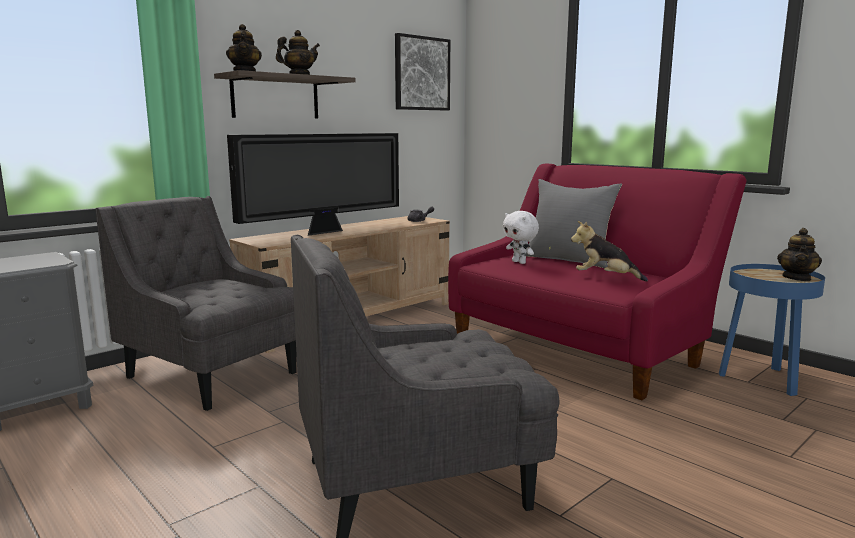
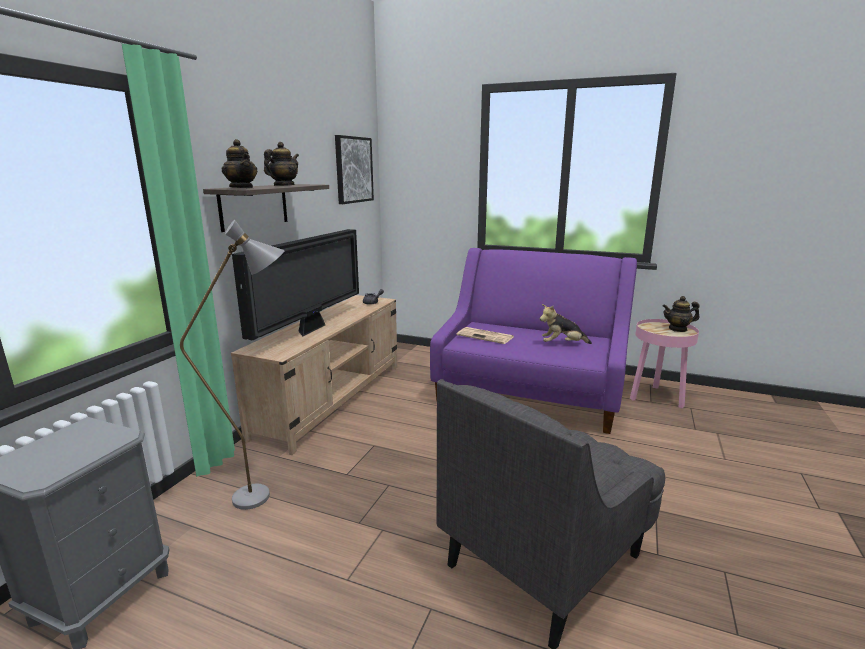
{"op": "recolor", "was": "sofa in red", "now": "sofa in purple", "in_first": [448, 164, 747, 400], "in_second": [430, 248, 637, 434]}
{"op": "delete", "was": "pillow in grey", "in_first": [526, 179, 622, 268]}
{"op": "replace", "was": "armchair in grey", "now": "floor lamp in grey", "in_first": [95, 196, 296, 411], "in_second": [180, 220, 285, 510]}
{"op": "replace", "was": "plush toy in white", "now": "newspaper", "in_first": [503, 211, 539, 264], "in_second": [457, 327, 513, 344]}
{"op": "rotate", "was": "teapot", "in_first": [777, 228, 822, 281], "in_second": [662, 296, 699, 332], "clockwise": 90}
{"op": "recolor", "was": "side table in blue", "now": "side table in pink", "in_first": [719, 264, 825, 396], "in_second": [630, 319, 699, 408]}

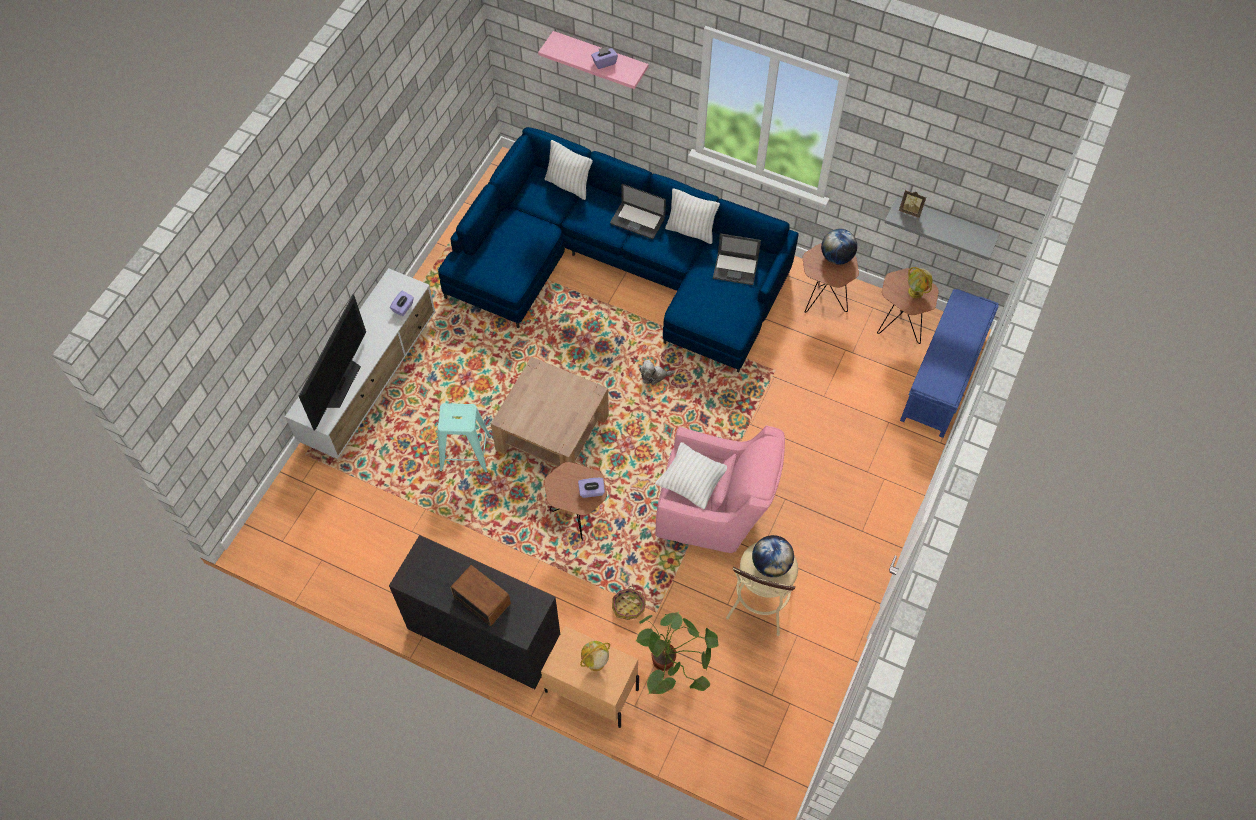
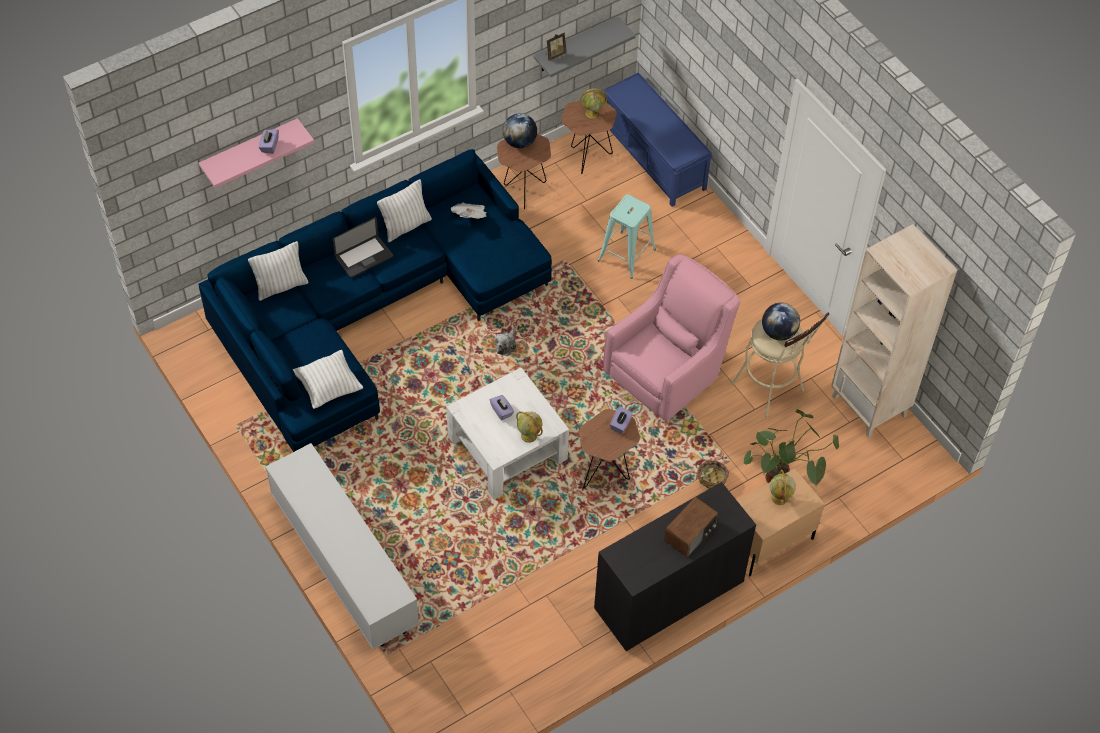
{"op": "replace", "was": "laptop", "now": "newspaper", "in_first": [713, 233, 761, 285], "in_second": [451, 202, 487, 219]}
{"op": "move", "was": "tissue box in purple", "in_first": [390, 290, 414, 316], "in_second": [490, 395, 514, 421]}
{"op": "delete", "was": "television", "in_first": [299, 294, 366, 431]}
{"op": "recolor", "was": "coffee table in brown", "now": "coffee table in white", "in_first": [491, 357, 609, 467], "in_second": [446, 368, 569, 499]}
{"op": "move", "was": "stool in turquoise", "in_first": [437, 403, 491, 473], "in_second": [598, 194, 656, 279]}
{"op": "move", "was": "pillow in white", "in_first": [655, 442, 727, 509], "in_second": [293, 350, 363, 409]}
{"op": "rotate", "was": "radio", "in_first": [450, 565, 511, 626], "in_second": [664, 497, 718, 557], "clockwise": 150}
{"op": "insert", "now": "bookcase in beige", "in_second": [831, 224, 957, 438]}
{"op": "insert", "now": "globe", "in_second": [516, 411, 543, 443]}

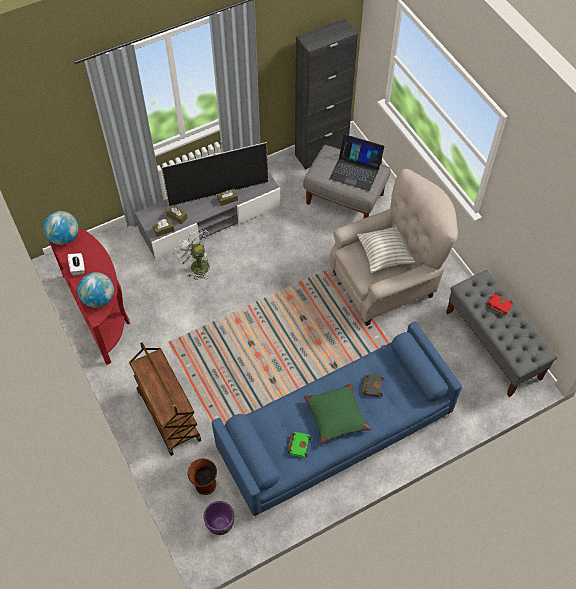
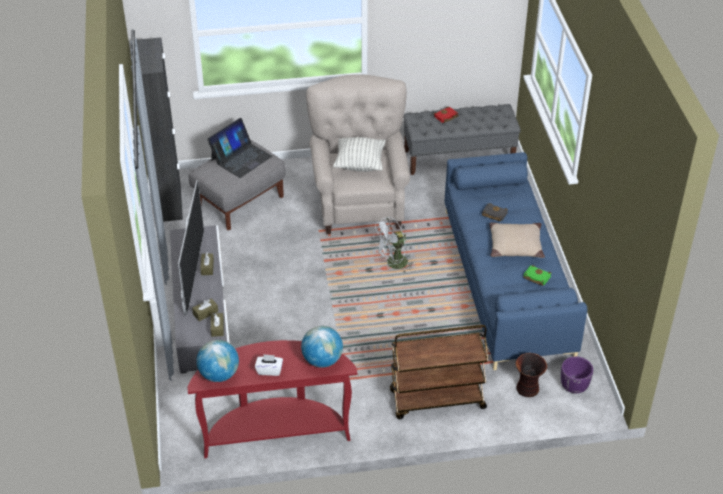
{"op": "move", "was": "fan in white", "in_first": [174, 227, 210, 279], "in_second": [373, 217, 415, 273]}
{"op": "recolor", "was": "pillow in green", "now": "pillow in beige", "in_first": [304, 384, 371, 444], "in_second": [490, 222, 545, 258]}

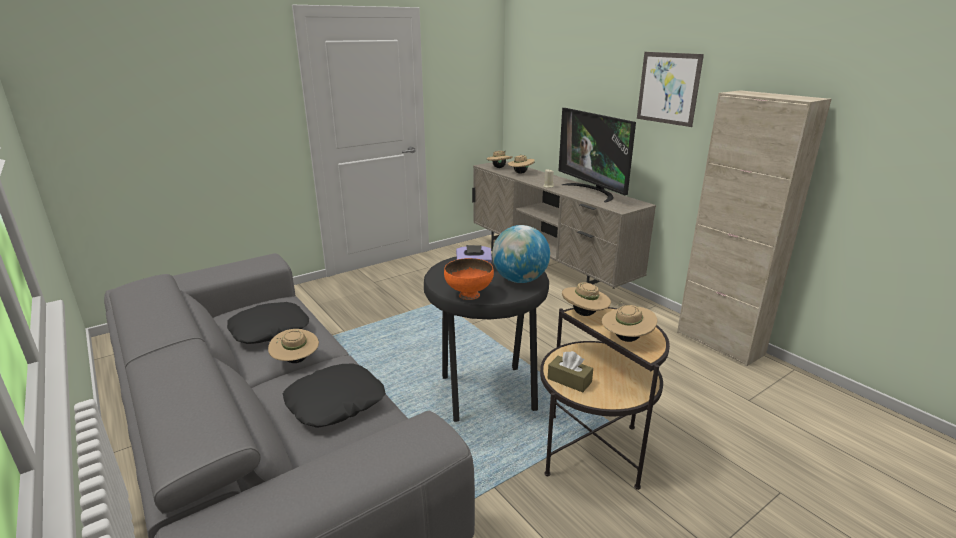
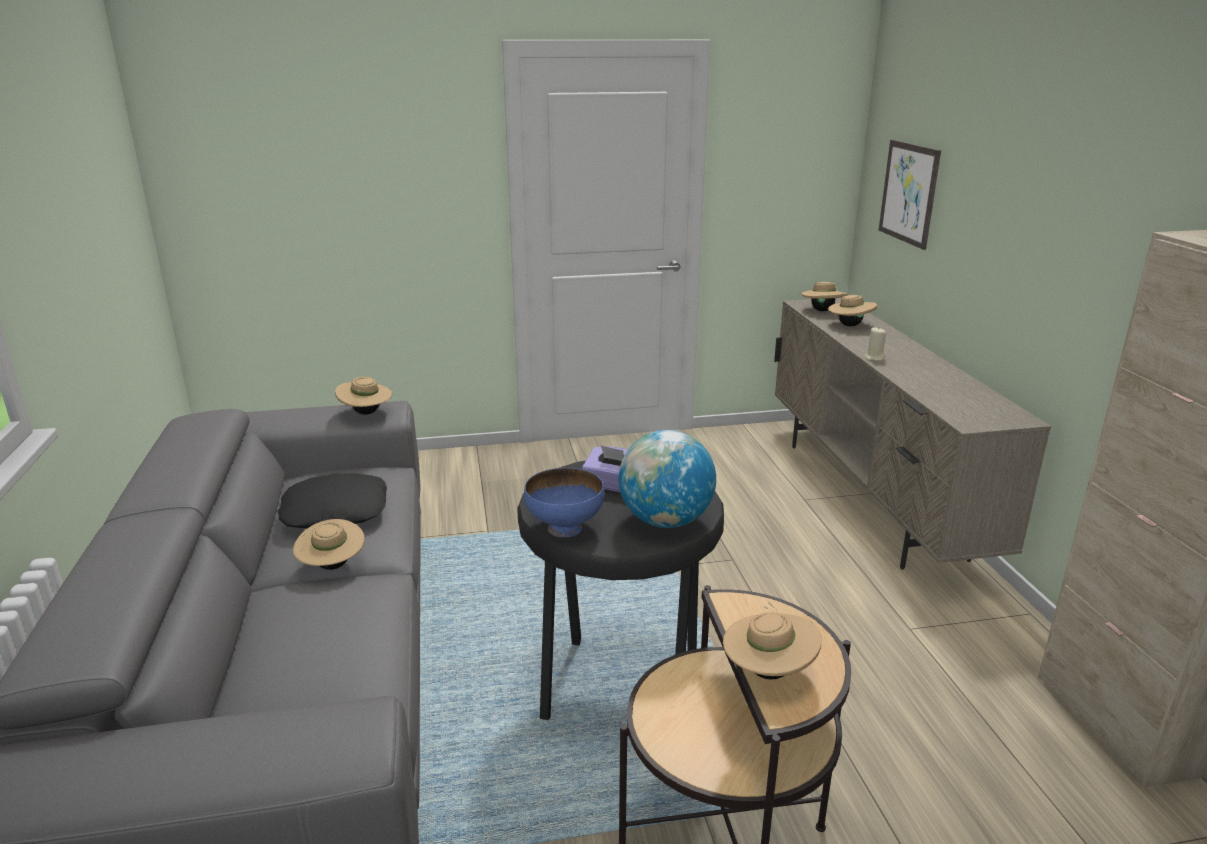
{"op": "move", "was": "picture", "in_first": [637, 52, 704, 127], "in_second": [879, 140, 941, 250]}
{"op": "delete", "was": "television", "in_first": [558, 108, 636, 202]}
{"op": "recolor", "was": "bowl in orange", "now": "bowl in blue", "in_first": [444, 258, 494, 300], "in_second": [524, 468, 605, 537]}
{"op": "move", "was": "hat in beige", "in_first": [562, 282, 611, 316], "in_second": [335, 377, 392, 415]}
{"op": "delete", "was": "tissue box in brown", "in_first": [548, 351, 593, 392]}
{"op": "delete", "was": "pillow in black", "in_first": [283, 364, 386, 428]}

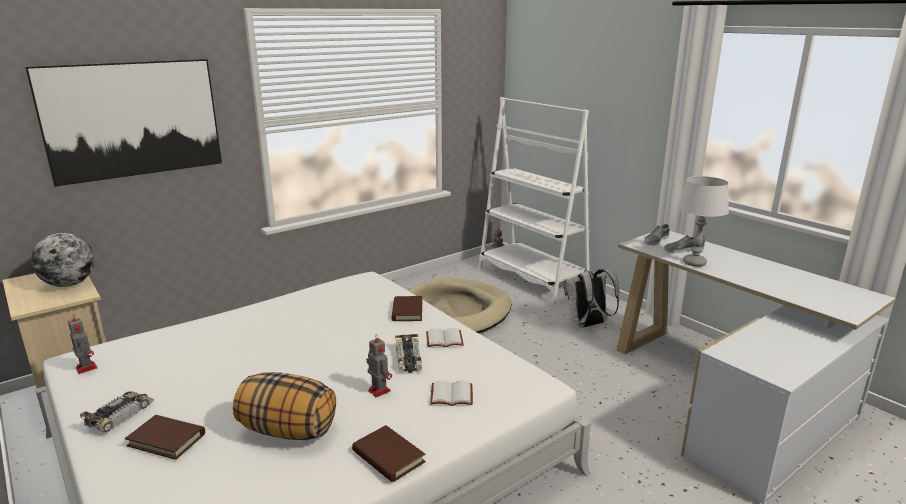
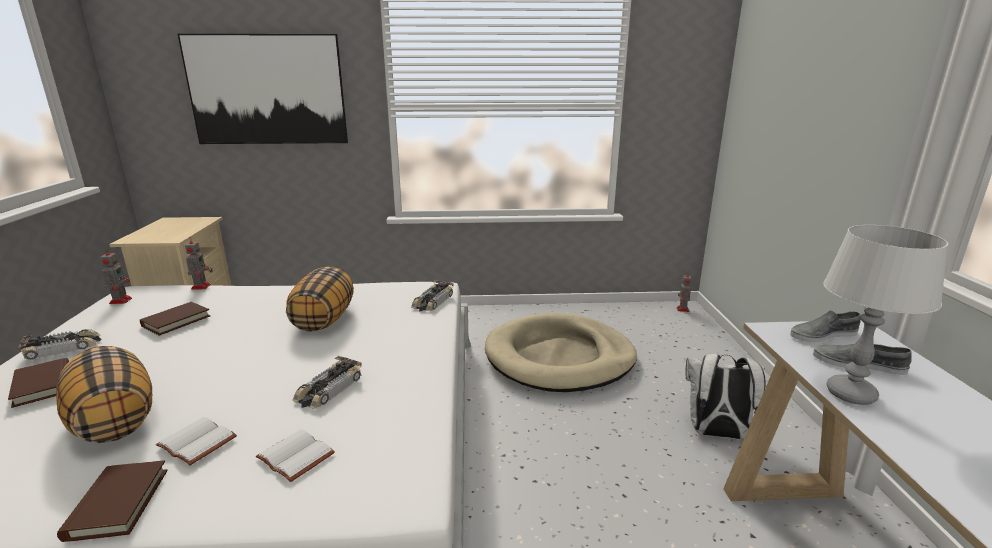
{"op": "delete", "was": "bookcase in white", "in_first": [479, 97, 590, 305]}
{"op": "delete", "was": "globe", "in_first": [31, 233, 95, 287]}
{"op": "move", "was": "book in brown", "in_first": [392, 296, 422, 321], "in_second": [140, 302, 211, 336]}
{"op": "move", "was": "book in white", "in_first": [426, 328, 464, 347], "in_second": [156, 417, 237, 465]}
{"op": "move", "was": "toy robot", "in_first": [366, 334, 392, 397], "in_second": [185, 237, 211, 290]}
{"op": "insert", "now": "pillow", "in_second": [286, 267, 354, 332]}
{"op": "insert", "now": "toy car", "in_second": [411, 280, 454, 311]}

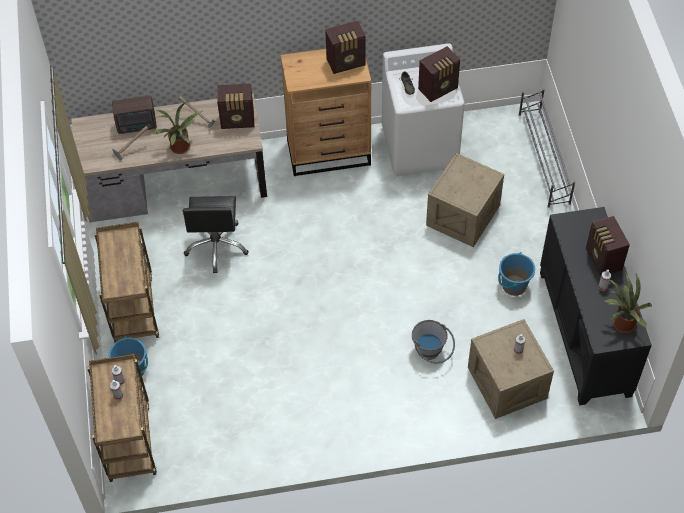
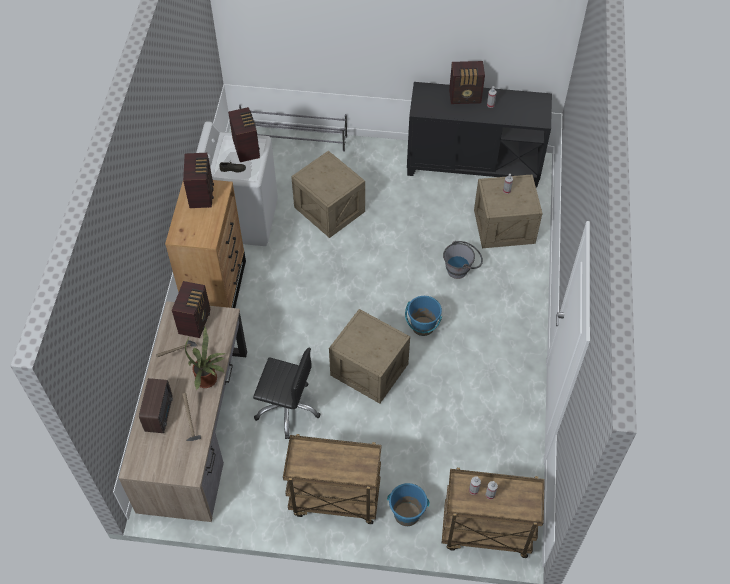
{"op": "move", "was": "bucket in blue", "in_first": [498, 252, 535, 296], "in_second": [405, 296, 442, 336]}
{"op": "delete", "was": "potted plant", "in_first": [605, 272, 652, 333]}
{"op": "insert", "now": "crate", "in_second": [329, 309, 410, 404]}

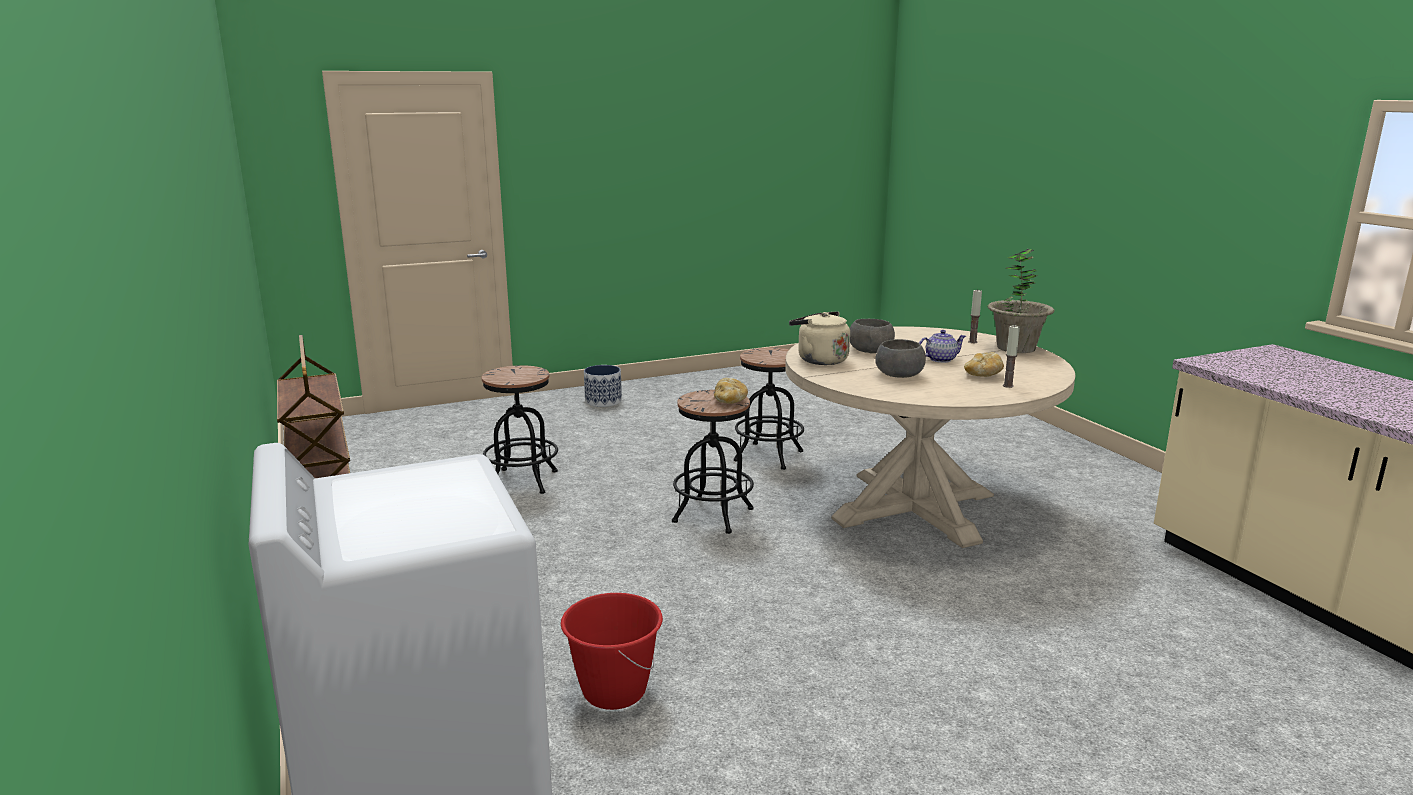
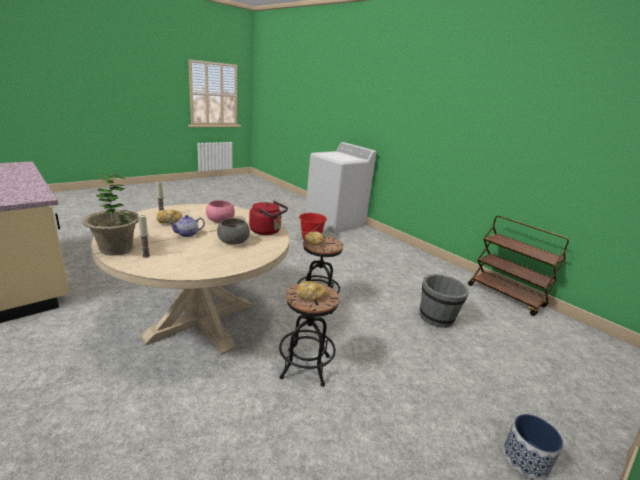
{"op": "recolor", "was": "kettle in beige", "now": "kettle in red", "in_first": [789, 311, 850, 365], "in_second": [249, 201, 288, 235]}
{"op": "recolor", "was": "bowl in grey", "now": "bowl in pink", "in_first": [875, 339, 926, 378], "in_second": [206, 200, 235, 223]}
{"op": "replace", "was": "stool in black", "now": "bucket in grey", "in_first": [481, 365, 558, 494], "in_second": [420, 274, 469, 328]}
{"op": "insert", "now": "bread", "in_second": [296, 281, 326, 301]}

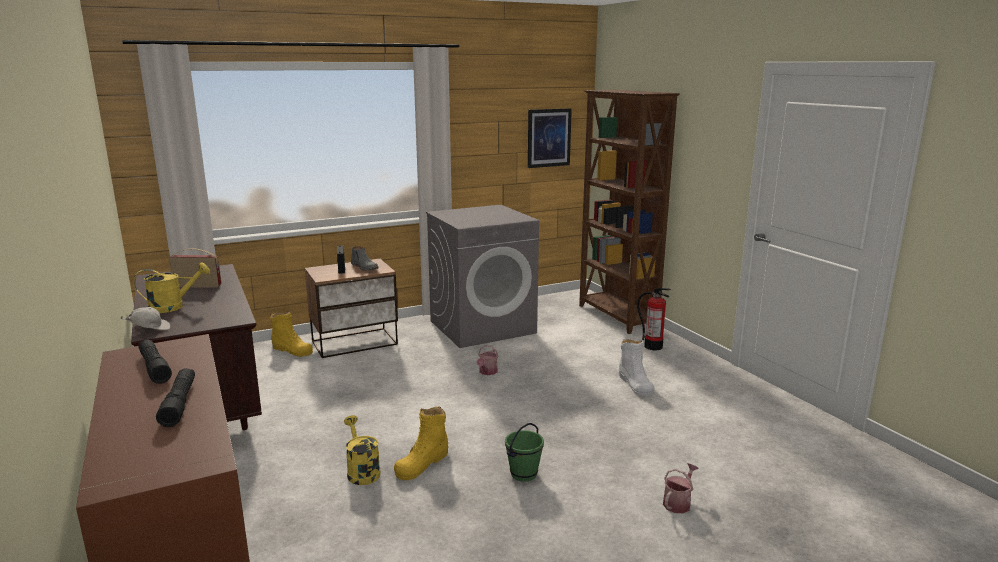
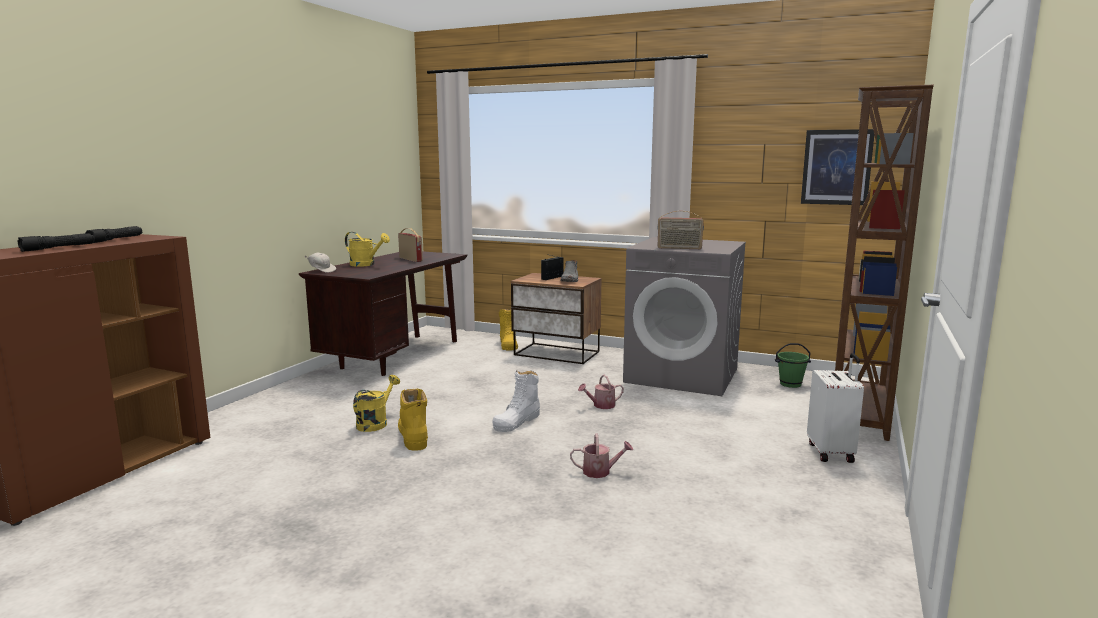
{"op": "replace", "was": "fire extinguisher", "now": "suitcase in white", "in_first": [637, 288, 671, 350], "in_second": [807, 353, 864, 463]}
{"op": "move", "was": "boot in white", "in_first": [619, 339, 655, 396], "in_second": [492, 371, 540, 432]}
{"op": "rotate", "was": "boot in yellow", "in_first": [394, 406, 448, 480], "in_second": [398, 388, 428, 451], "clockwise": 75}
{"op": "move", "was": "bucket in green", "in_first": [505, 423, 544, 482], "in_second": [775, 343, 811, 388]}
{"op": "move", "was": "watering can", "in_first": [663, 463, 699, 513], "in_second": [570, 433, 633, 478]}
{"op": "insert", "now": "radio", "in_second": [657, 211, 704, 249]}

